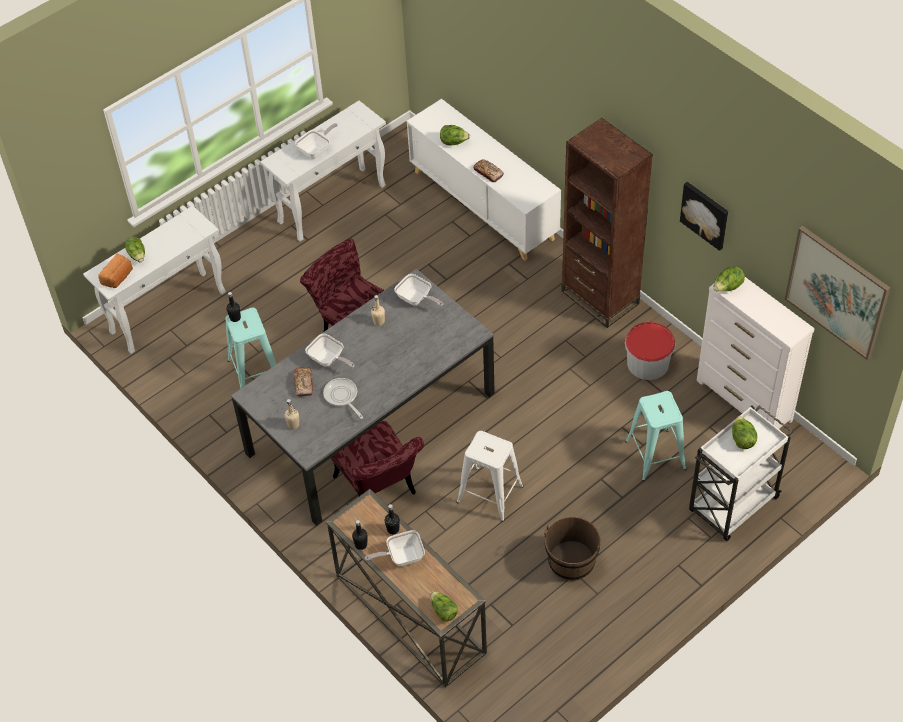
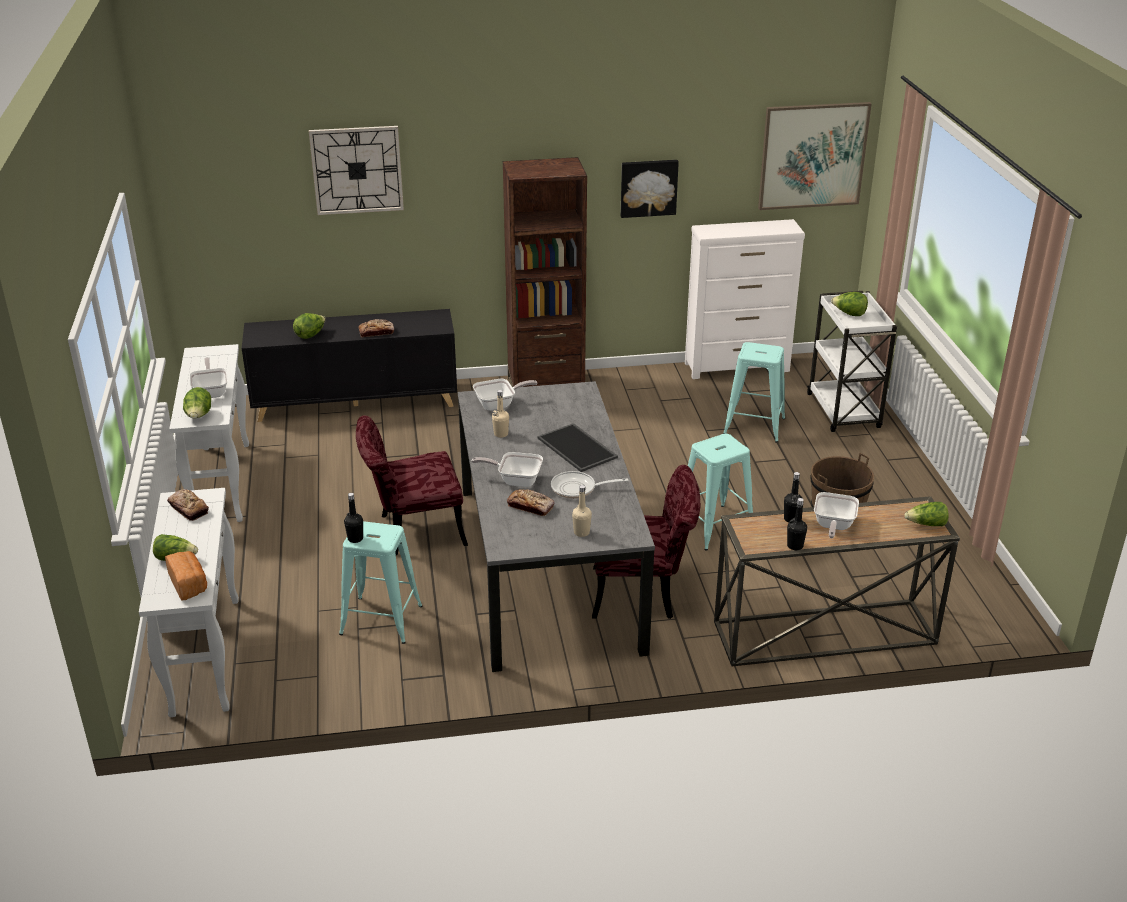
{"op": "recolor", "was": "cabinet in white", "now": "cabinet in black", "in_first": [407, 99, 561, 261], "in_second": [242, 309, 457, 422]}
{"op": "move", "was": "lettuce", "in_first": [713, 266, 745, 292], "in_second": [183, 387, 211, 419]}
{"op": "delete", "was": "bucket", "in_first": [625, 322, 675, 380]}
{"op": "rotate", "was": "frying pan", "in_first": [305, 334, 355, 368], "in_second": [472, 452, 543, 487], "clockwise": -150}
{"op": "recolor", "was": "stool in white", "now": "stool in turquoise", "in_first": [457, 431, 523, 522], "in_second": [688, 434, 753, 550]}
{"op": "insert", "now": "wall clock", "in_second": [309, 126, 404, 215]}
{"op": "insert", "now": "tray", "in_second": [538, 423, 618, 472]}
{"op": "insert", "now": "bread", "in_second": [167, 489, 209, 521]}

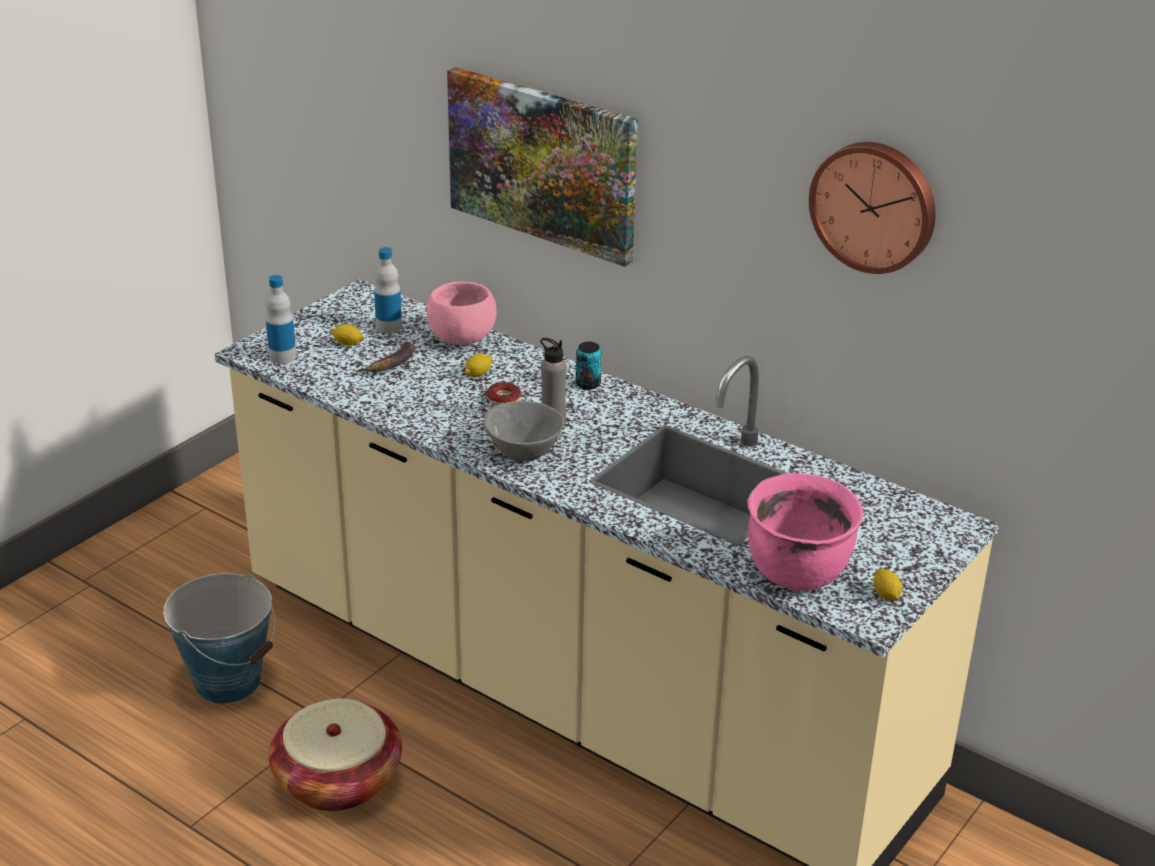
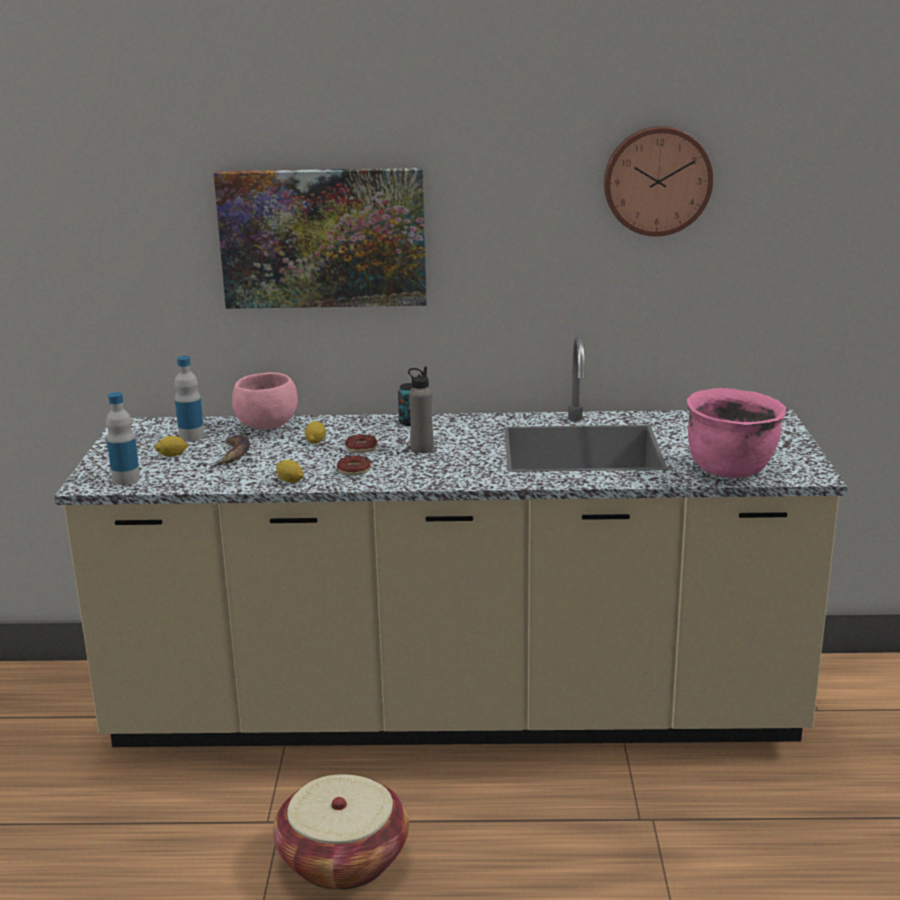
{"op": "delete", "was": "bowl in grey", "in_first": [484, 401, 564, 462]}
{"op": "move", "was": "lemon", "in_first": [873, 569, 902, 601], "in_second": [276, 460, 304, 483]}
{"op": "delete", "was": "bucket", "in_first": [163, 573, 276, 704]}
{"op": "insert", "now": "donut", "in_second": [337, 456, 371, 476]}

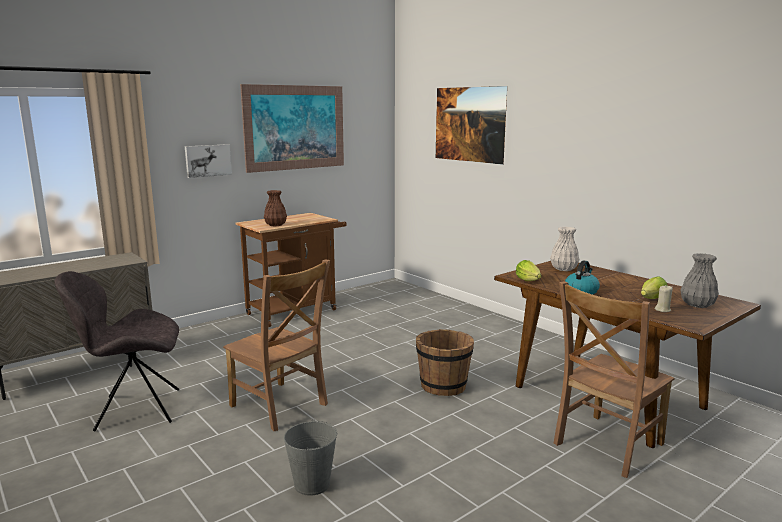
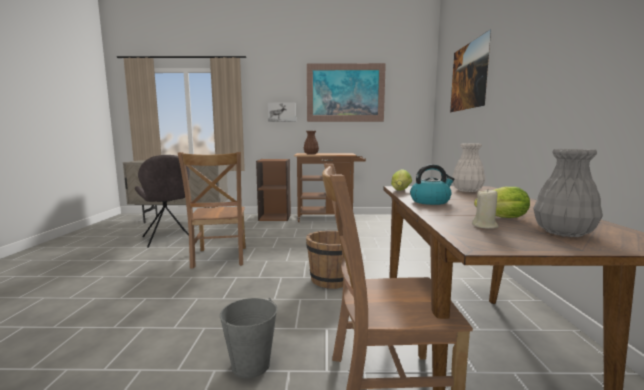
{"op": "rotate", "was": "chair in grey", "in_first": [55, 271, 179, 431], "in_second": [135, 155, 190, 248], "clockwise": -150}
{"op": "move", "was": "bucket in grey", "in_first": [284, 419, 337, 496], "in_second": [220, 298, 278, 378]}
{"op": "insert", "now": "bookcase in brown", "in_second": [256, 159, 291, 221]}

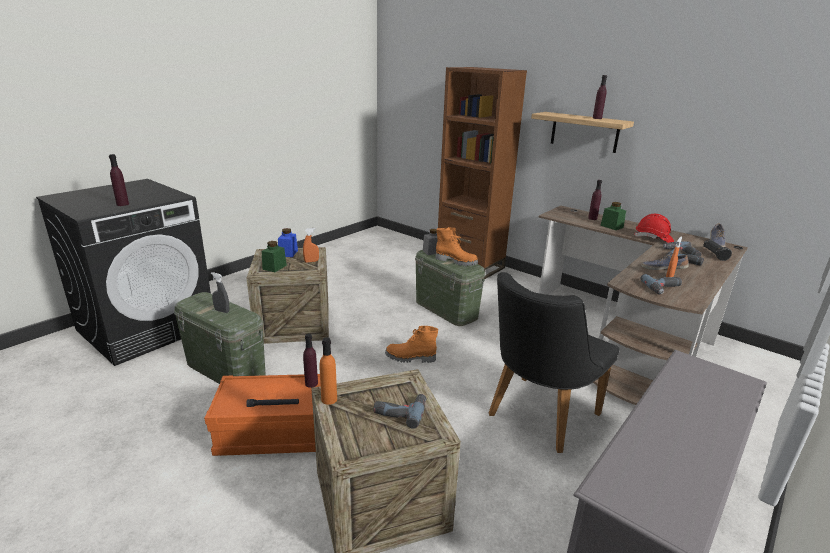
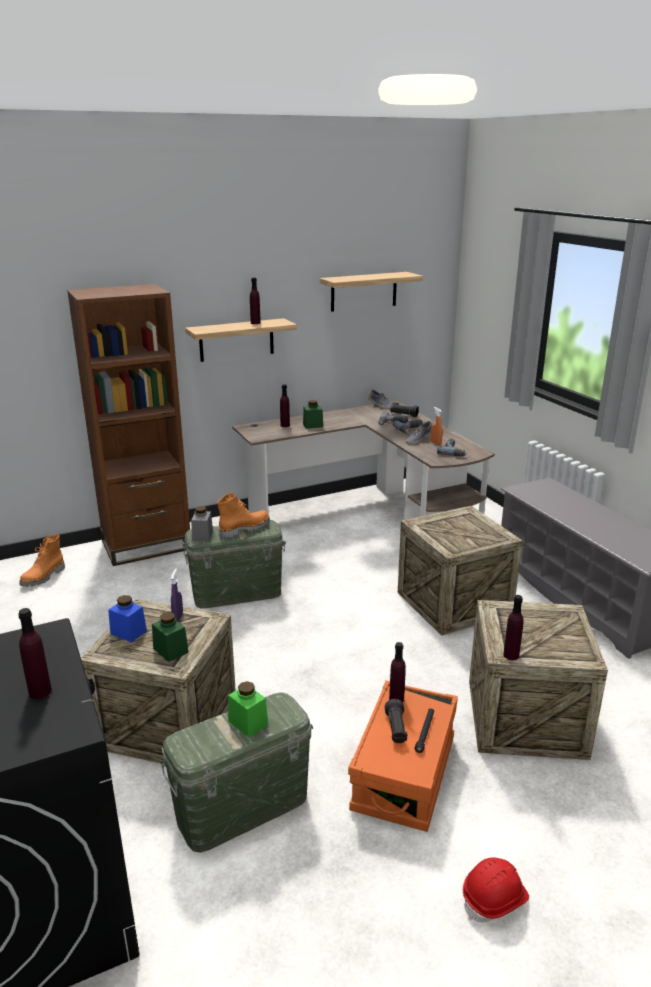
{"op": "move", "was": "hard hat in red", "in_first": [635, 214, 674, 243], "in_second": [463, 857, 529, 923]}
{"op": "recolor", "was": "spray bottle in orange", "now": "spray bottle in purple", "in_first": [303, 228, 319, 263], "in_second": [171, 569, 183, 622]}
{"op": "replace", "was": "spray bottle in grey", "now": "jar in green", "in_first": [211, 272, 229, 313], "in_second": [228, 681, 268, 737]}
{"op": "replace", "was": "chair in black", "now": "crate", "in_first": [489, 272, 619, 453], "in_second": [398, 506, 523, 636]}
{"op": "move", "was": "boot in orange", "in_first": [385, 326, 438, 363], "in_second": [19, 535, 65, 587]}
{"op": "recolor", "was": "bottle in orange", "now": "bottle in purple", "in_first": [320, 337, 337, 405], "in_second": [503, 595, 524, 660]}
{"op": "delete", "was": "power drill", "in_first": [373, 394, 426, 429]}
{"op": "insert", "now": "shelf", "in_second": [320, 272, 423, 312]}
{"op": "insert", "now": "flashlight in black", "in_second": [385, 699, 408, 743]}

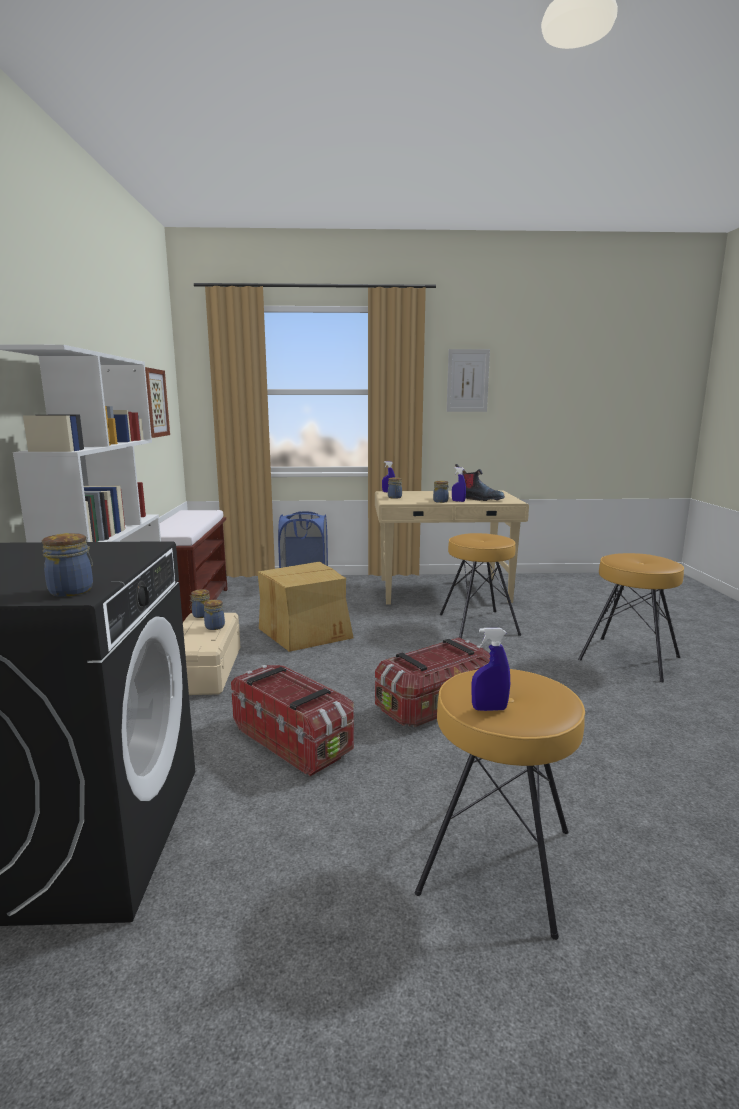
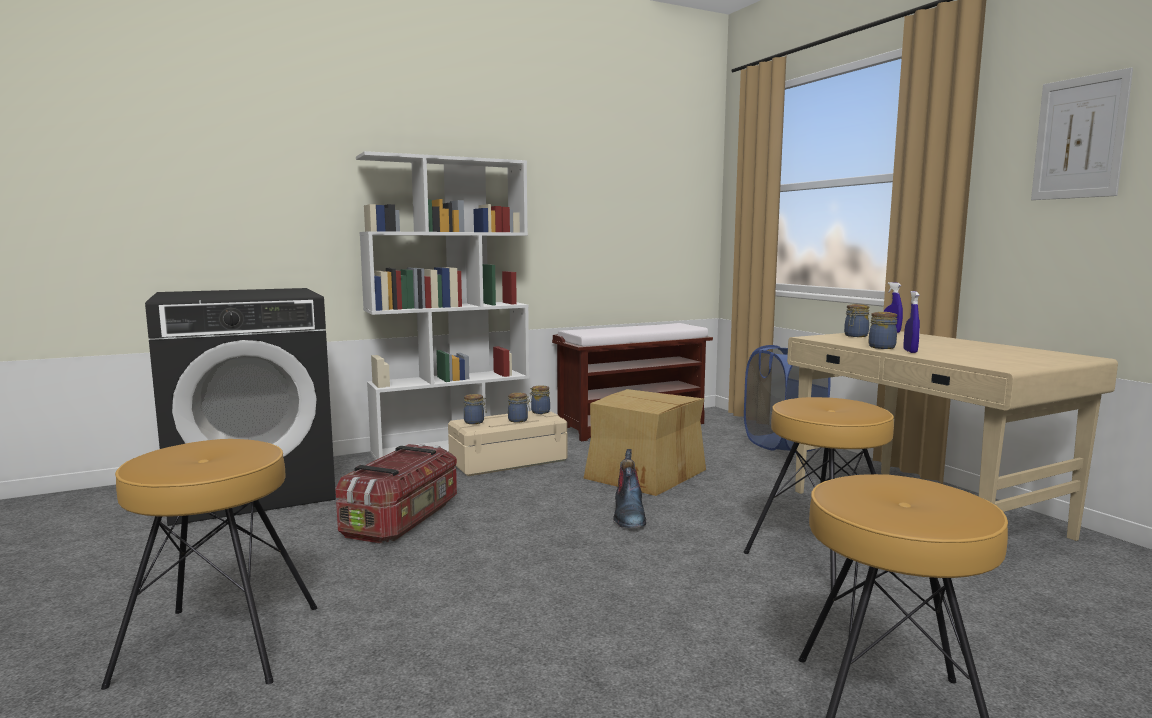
{"op": "delete", "was": "picture", "in_first": [145, 367, 170, 438]}
{"op": "move", "was": "boot", "in_first": [455, 464, 505, 501], "in_second": [614, 449, 646, 528]}
{"op": "move", "was": "jar", "in_first": [42, 533, 93, 597], "in_second": [464, 394, 486, 424]}
{"op": "delete", "was": "spray bottle in blue", "in_first": [471, 628, 510, 711]}
{"op": "delete", "was": "storage box", "in_first": [375, 638, 491, 727]}

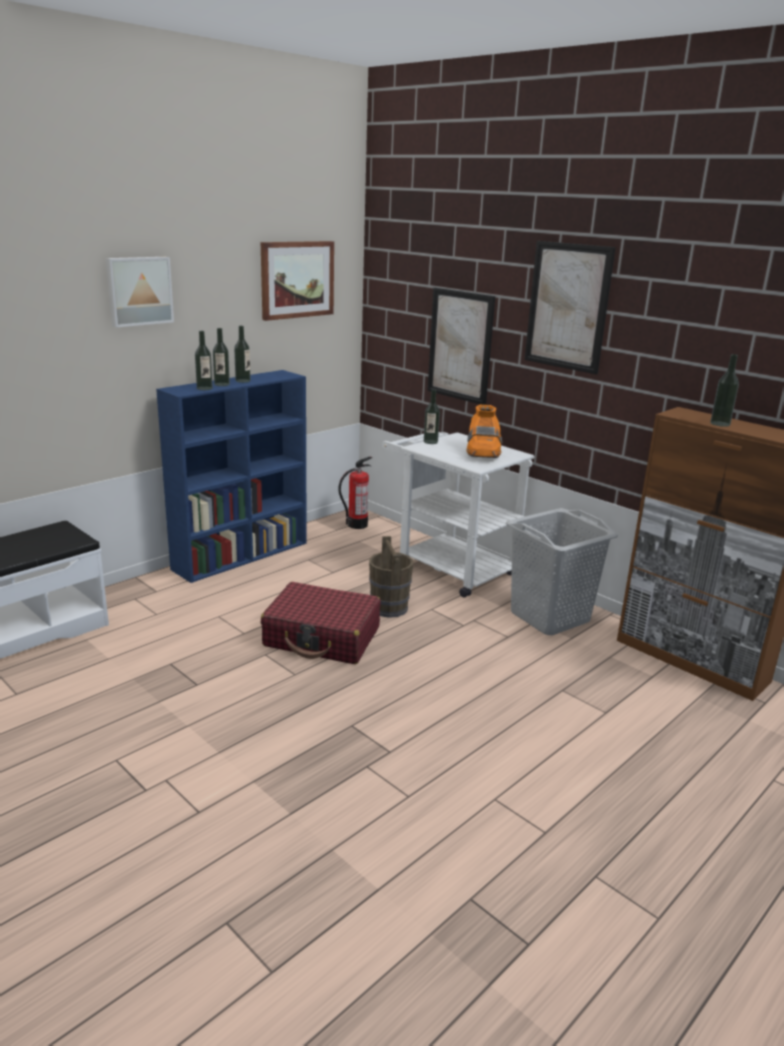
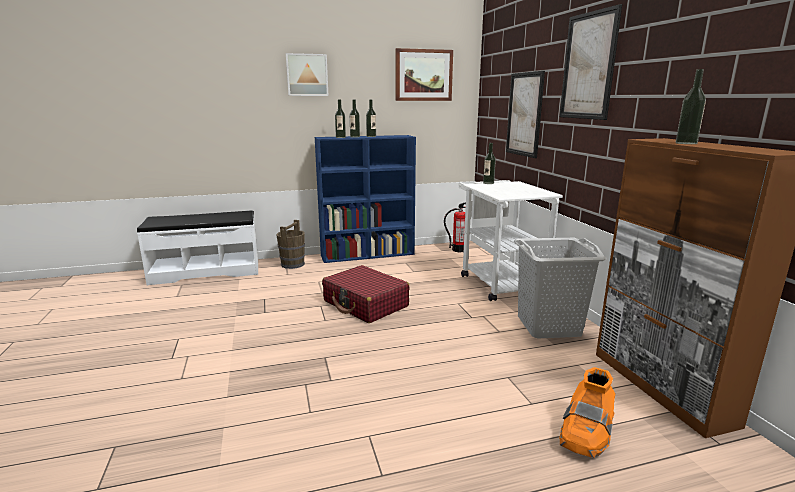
{"op": "move", "was": "boot in orange", "in_first": [466, 405, 502, 458], "in_second": [559, 367, 615, 458]}
{"op": "move", "was": "bucket in brown", "in_first": [369, 536, 413, 618], "in_second": [276, 220, 305, 269]}

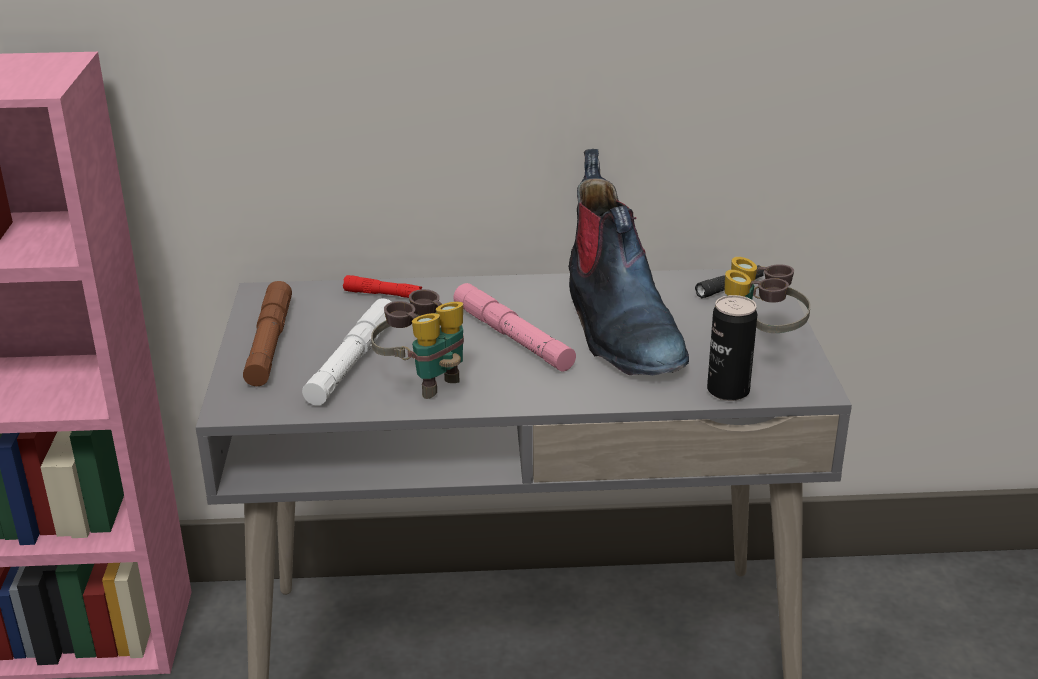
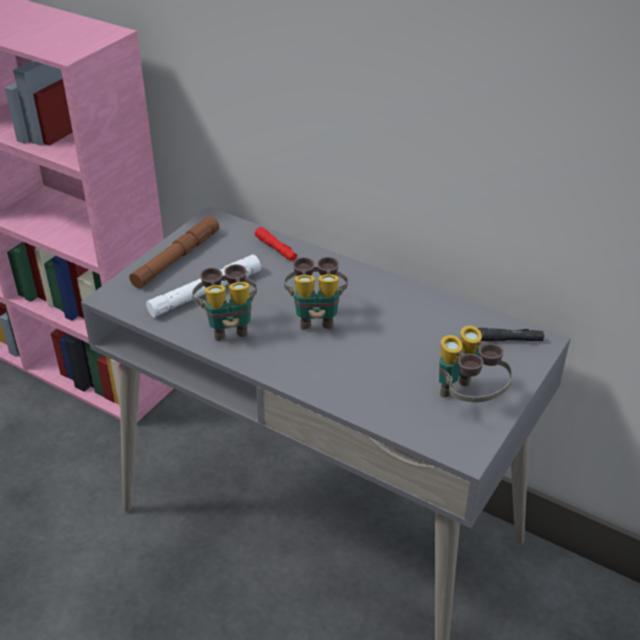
{"op": "delete", "was": "boot", "in_first": [568, 149, 689, 375]}
{"op": "replace", "was": "flashlight in pink", "now": "binoculars", "in_first": [454, 283, 576, 372], "in_second": [284, 257, 348, 330]}
{"op": "delete", "was": "can", "in_first": [707, 295, 757, 401]}

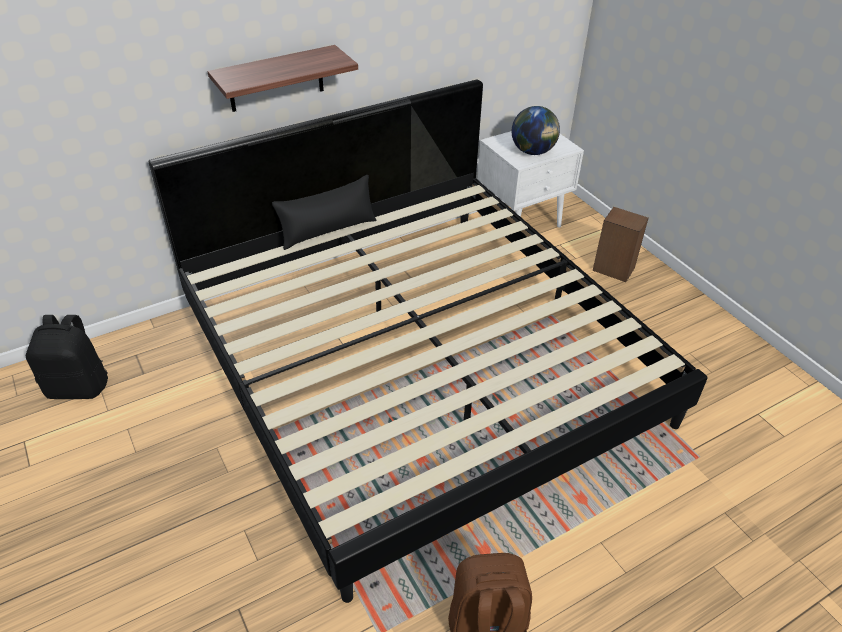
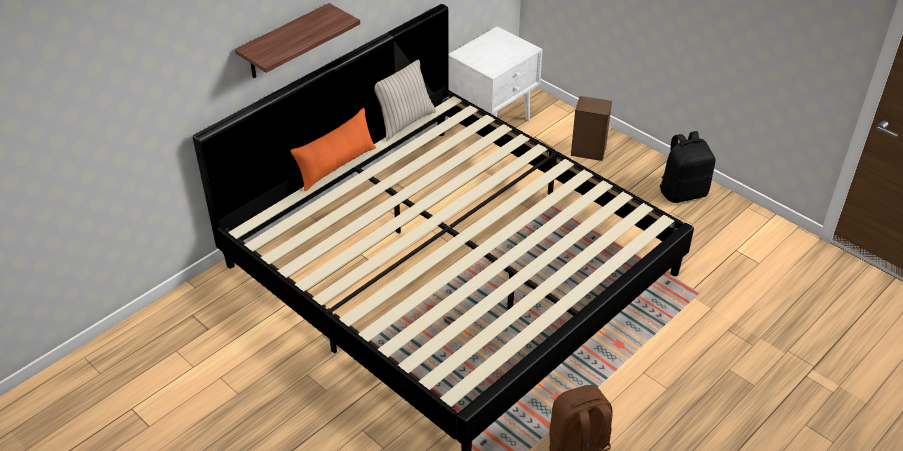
{"op": "delete", "was": "globe", "in_first": [512, 106, 560, 155]}
{"op": "recolor", "was": "pillow in black", "now": "pillow in orange", "in_first": [272, 175, 376, 250], "in_second": [290, 108, 376, 191]}
{"op": "move", "was": "backpack in black", "in_first": [26, 315, 108, 399], "in_second": [660, 131, 716, 203]}
{"op": "insert", "now": "pillow in beige", "in_second": [374, 60, 436, 141]}

